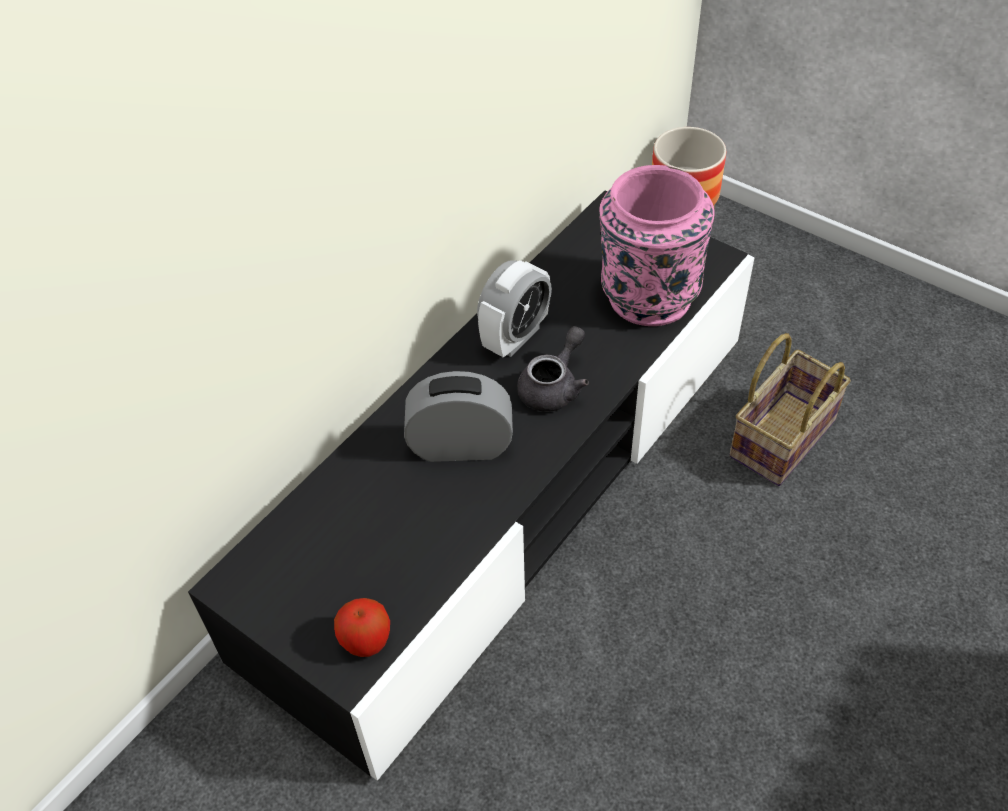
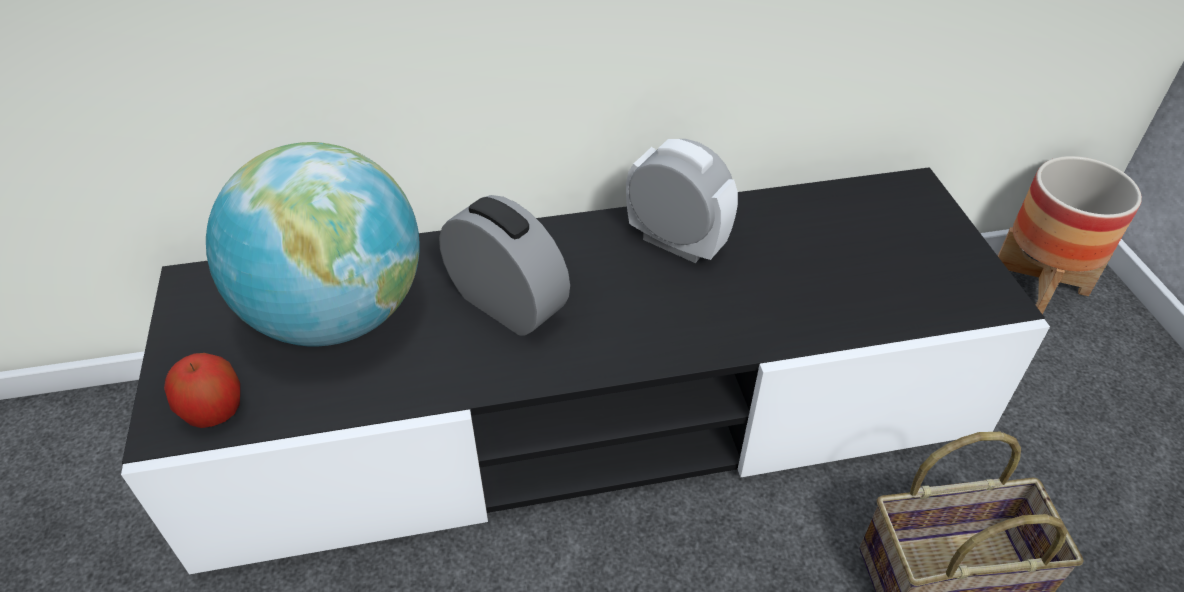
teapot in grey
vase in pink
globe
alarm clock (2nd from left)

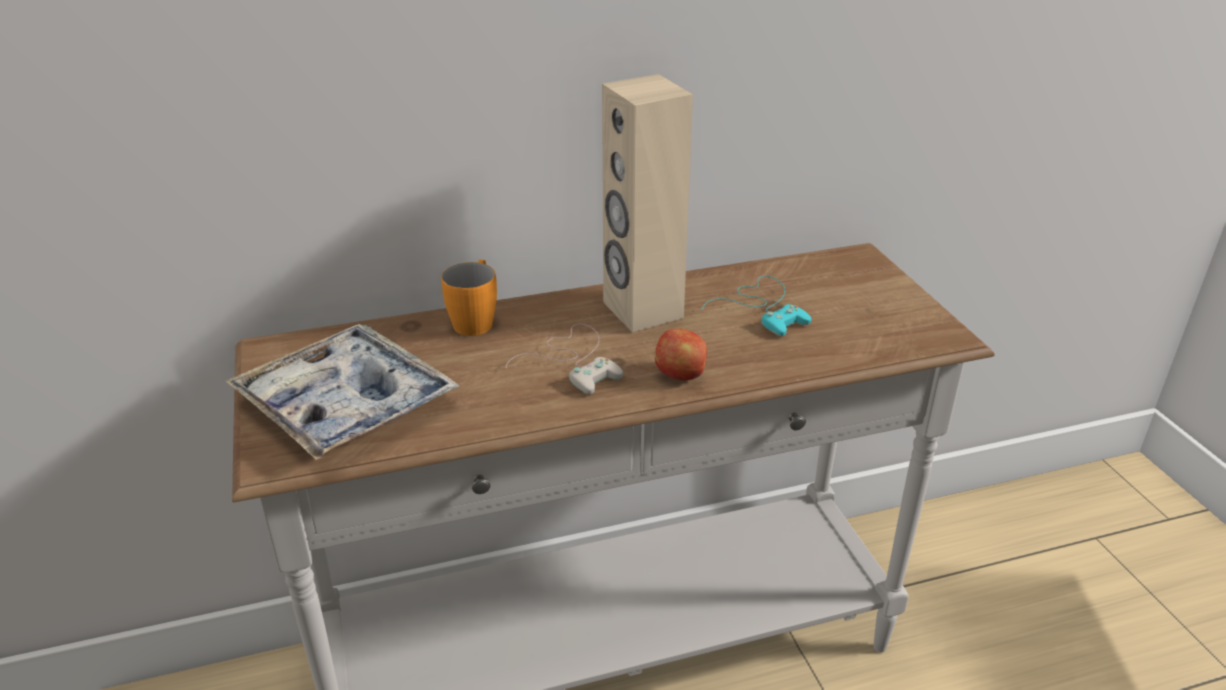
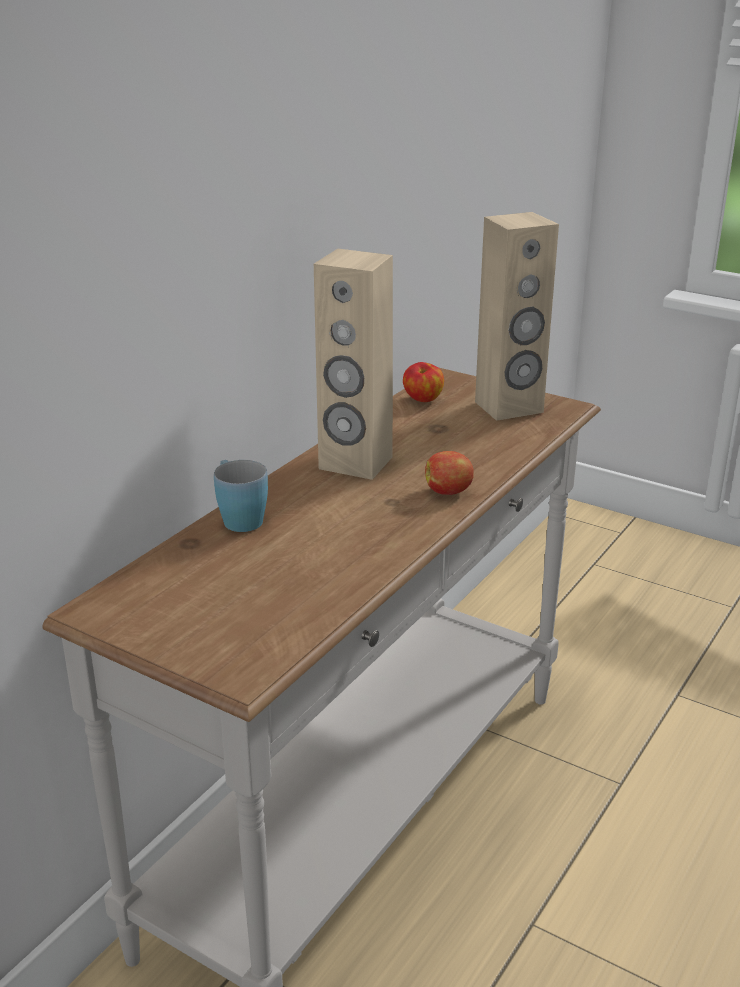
tray
game controller in white
game controller in turquoise
apple (1st from left)
speaker in beige (2nd from left)
mug in blue

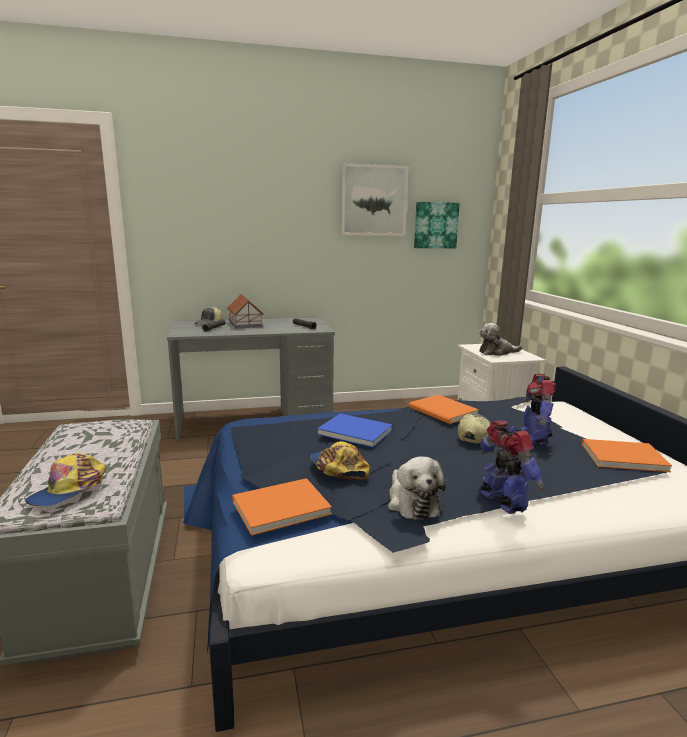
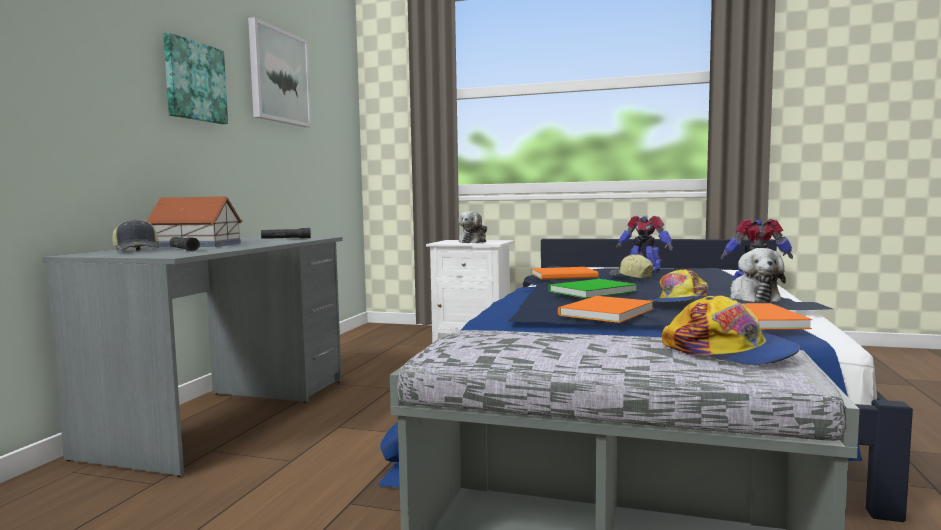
picture (1st from left)
book in orange (2nd from left)
book in green
cap (3rd from left)
plush toy (2nd from left)

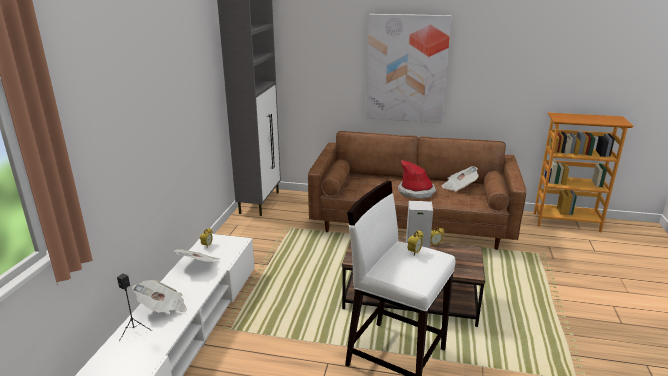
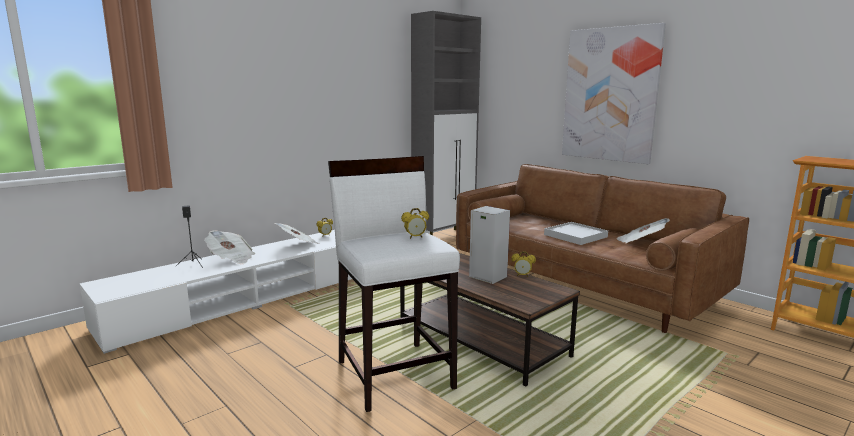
tray in white

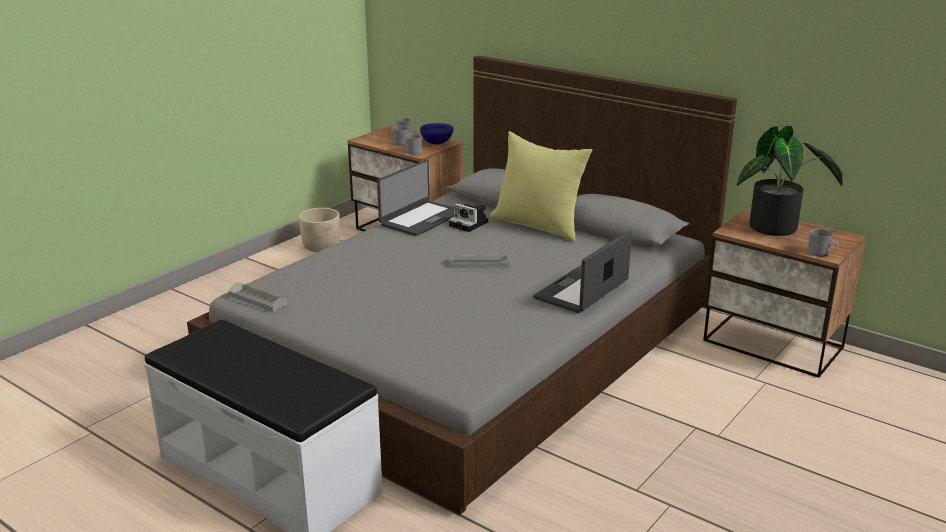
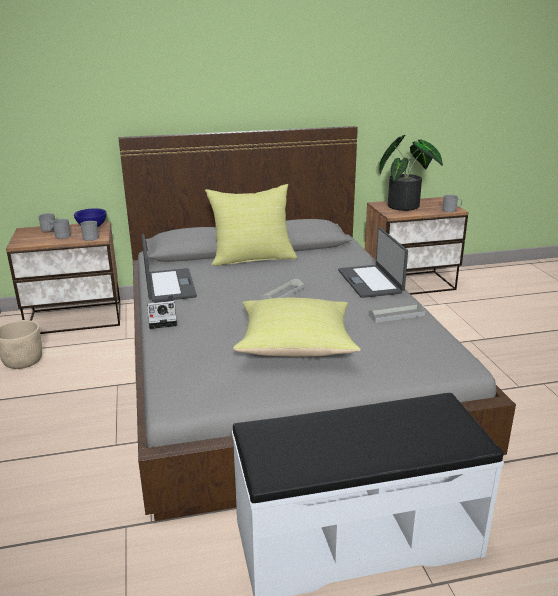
pillow in yellow (2nd from left)
tray in grey (2nd from left)
photo camera

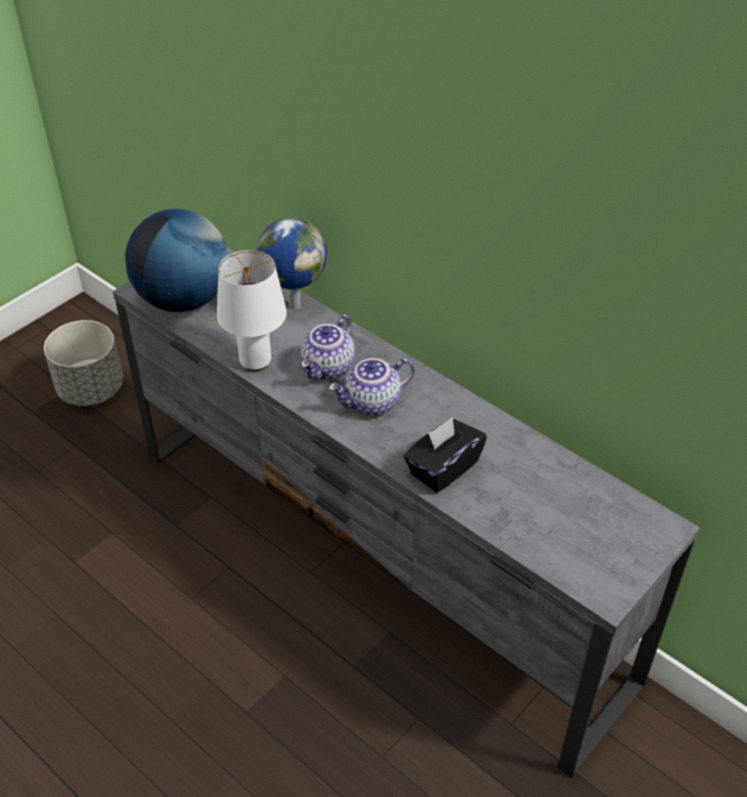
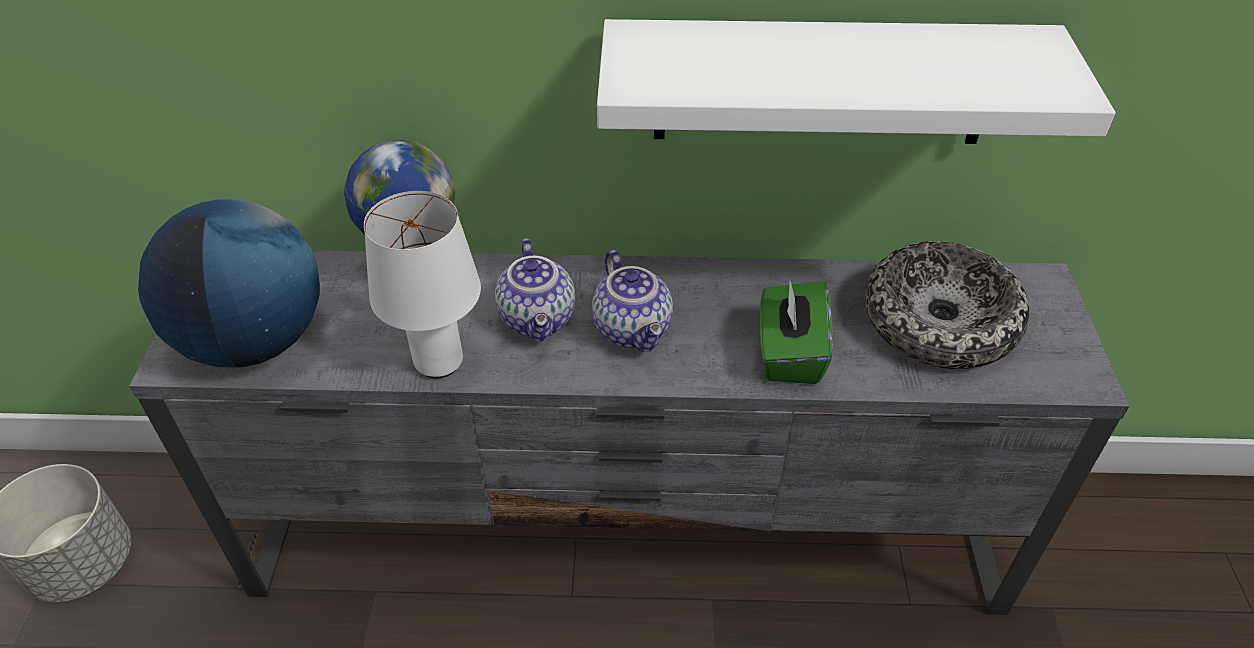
shelf in white
bowl
tissue box in green
teapot (2nd from left)

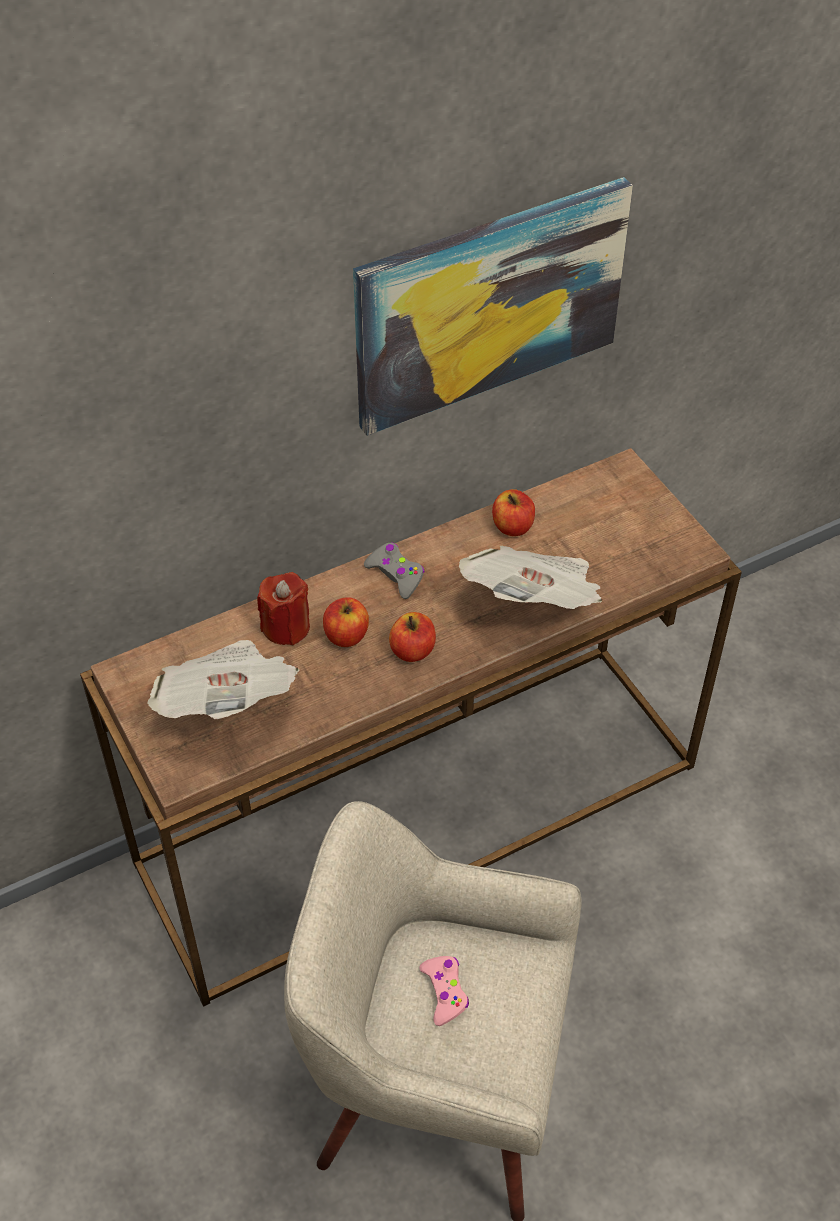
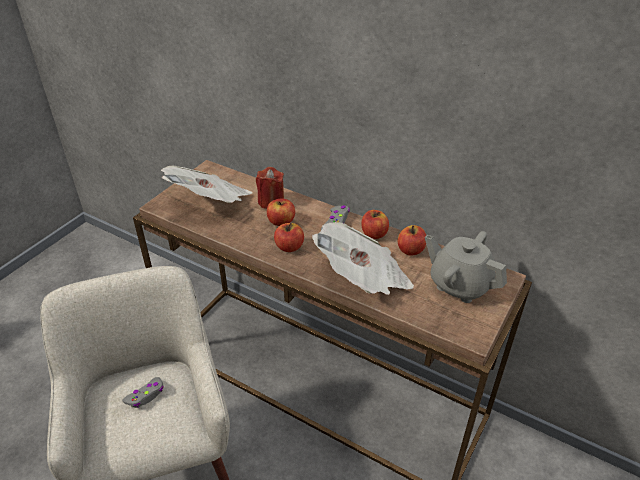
picture
apple (3rd from left)
teapot in grey
game controller in grey (1st from left)

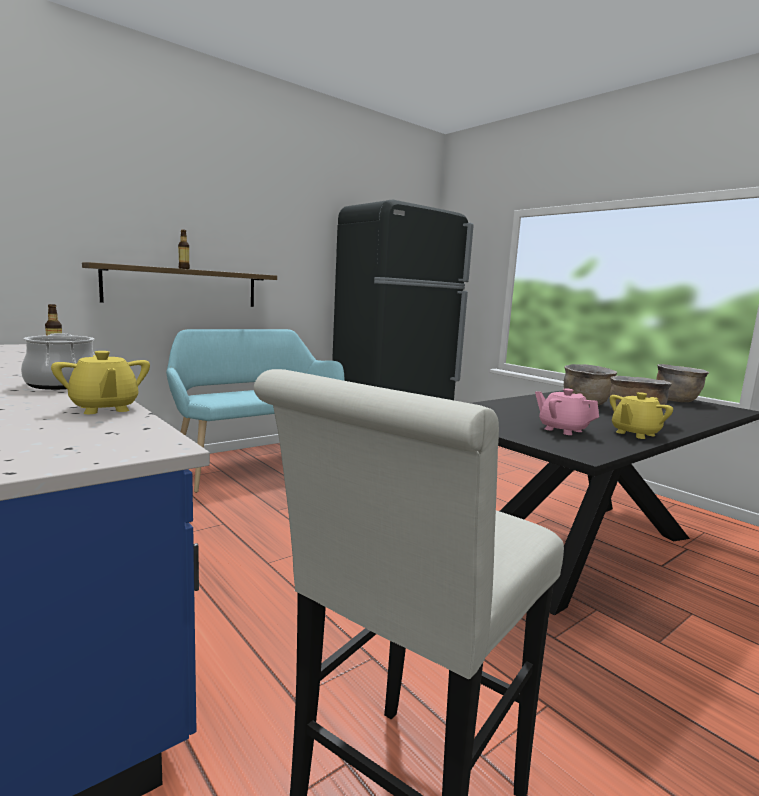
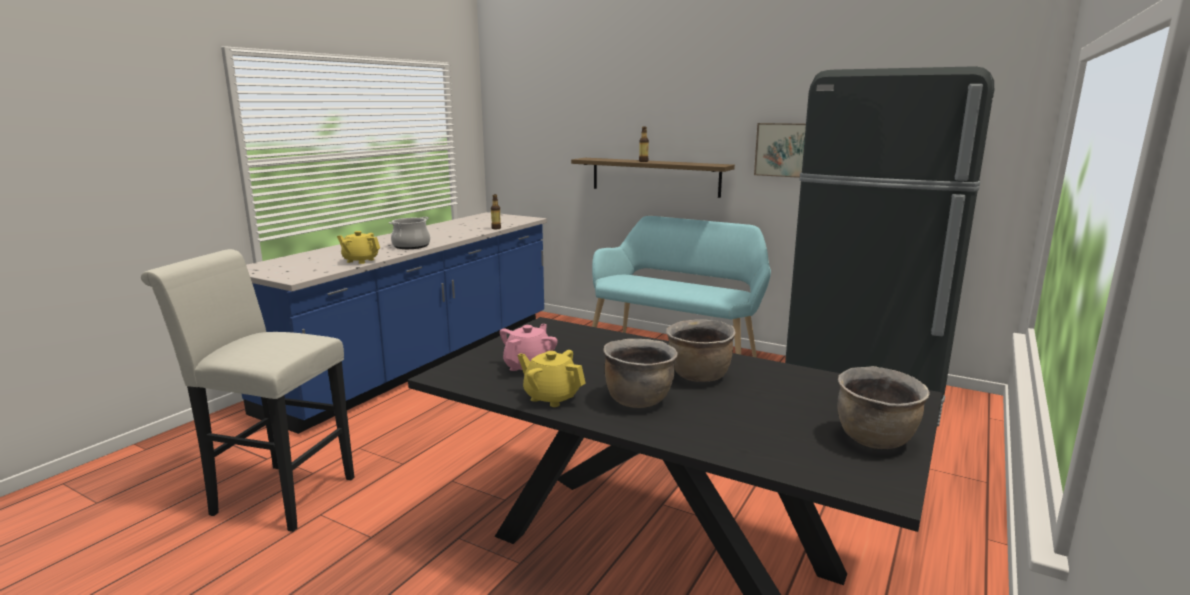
picture
teapot in yellow (1st from left)

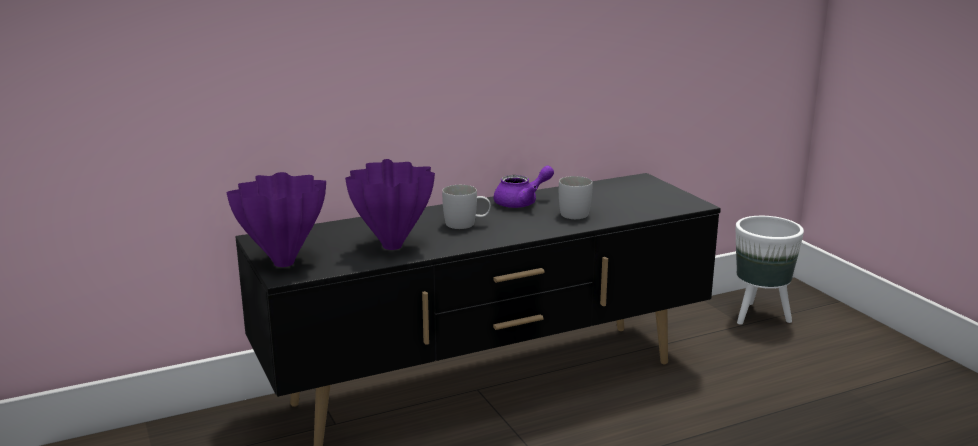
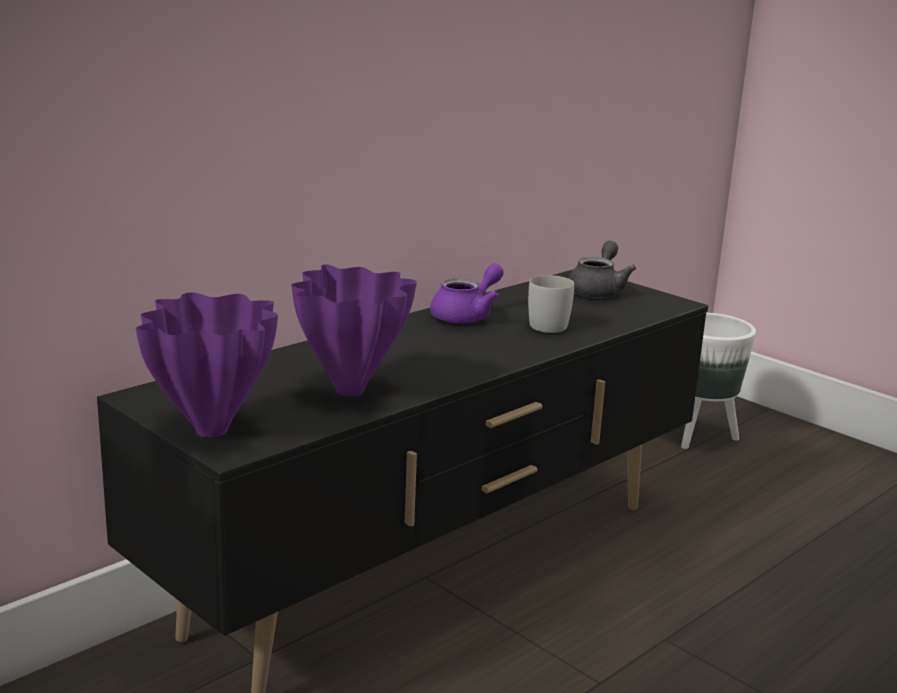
mug in white (1st from left in the first image)
teapot in grey

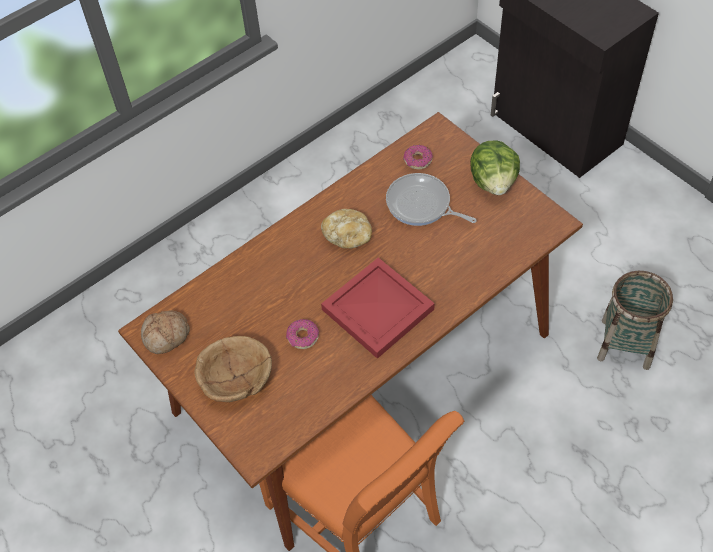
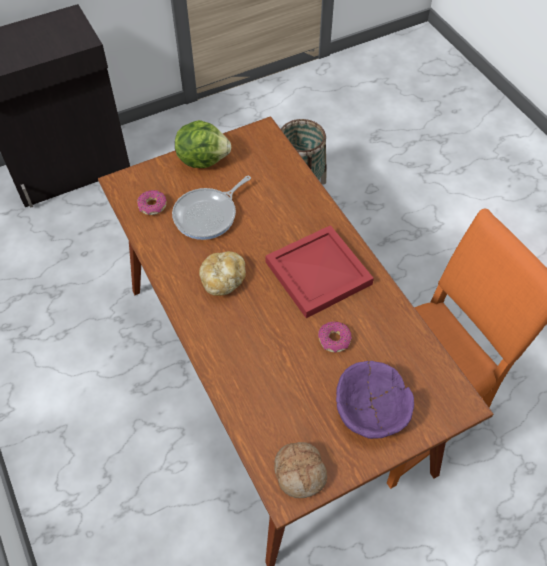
bowl in purple

